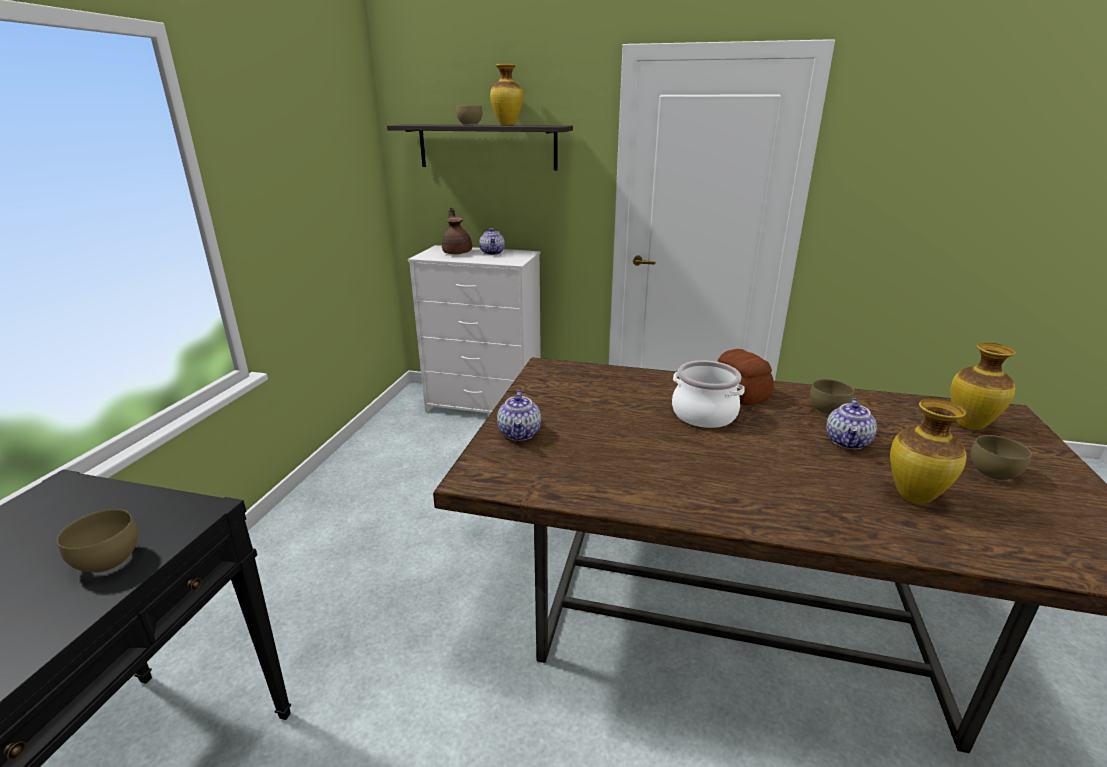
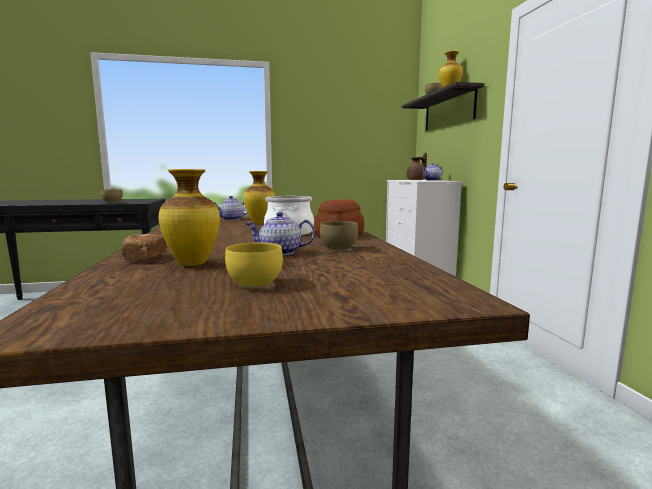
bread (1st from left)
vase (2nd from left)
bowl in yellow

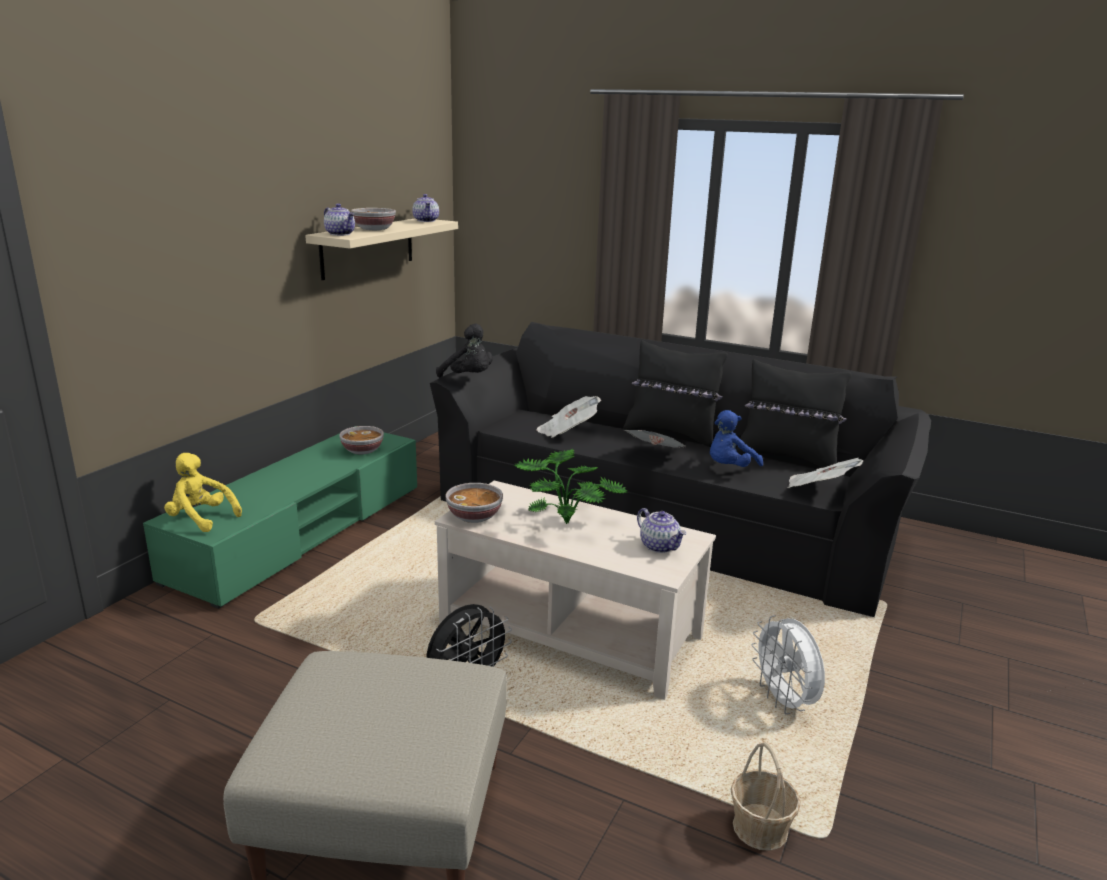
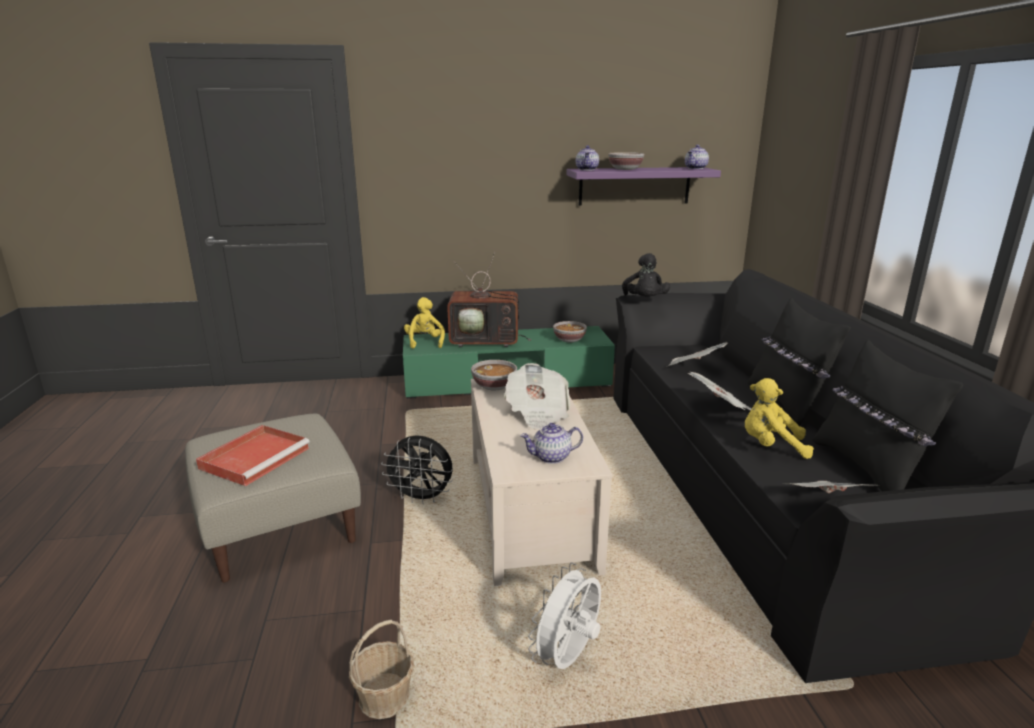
tray in red
television
newspaper (1st from left)
shelf in purple
plush toy in yellow (2nd from left)
teapot (1st from left)

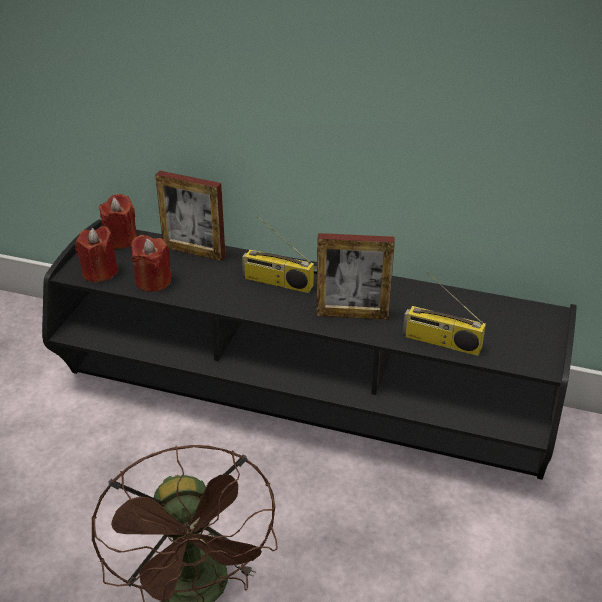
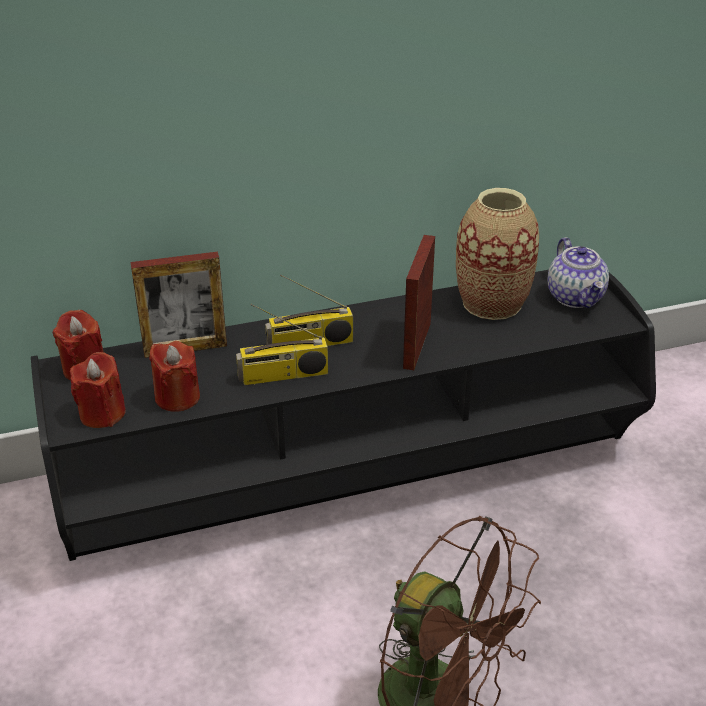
vase
teapot
radio (1st from left)
picture frame (2nd from left)

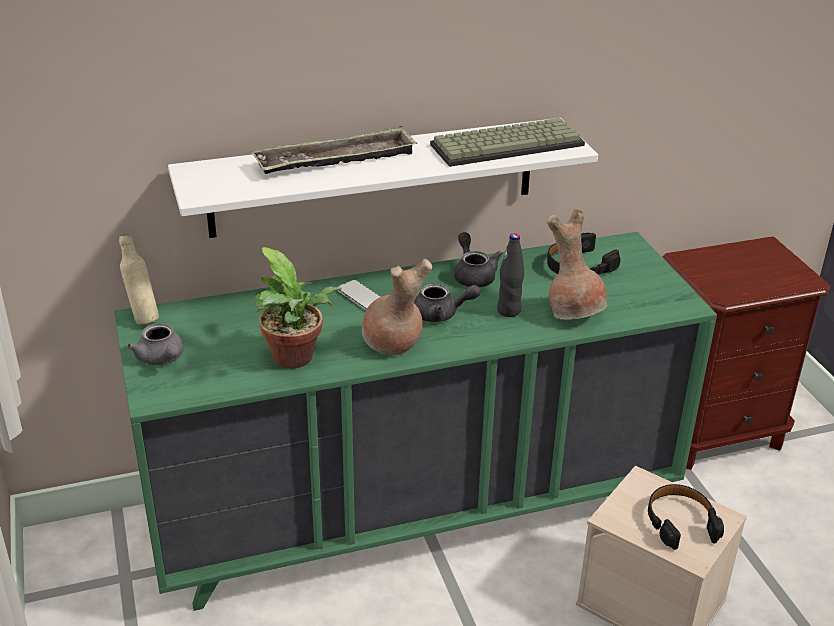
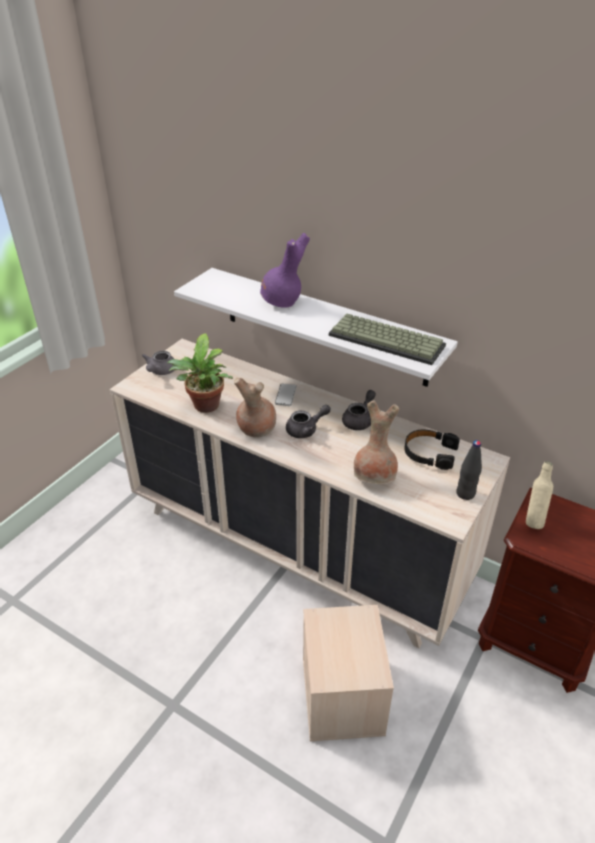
headphones in black (2nd from left in the first image)
bottle in beige
bottle in black
vase in purple
dresser in beige
teapot in grey (2nd from left)

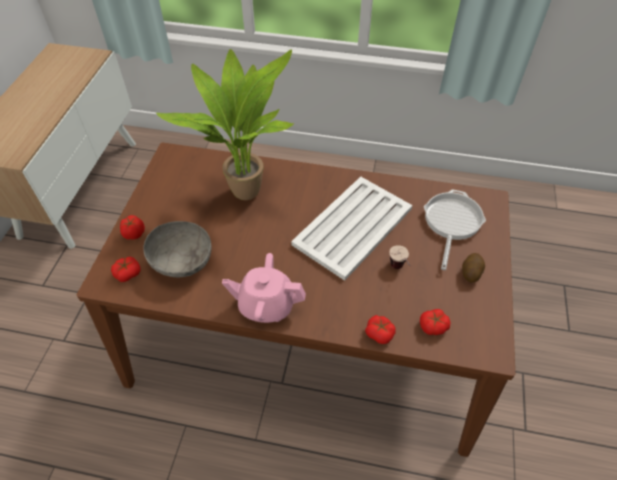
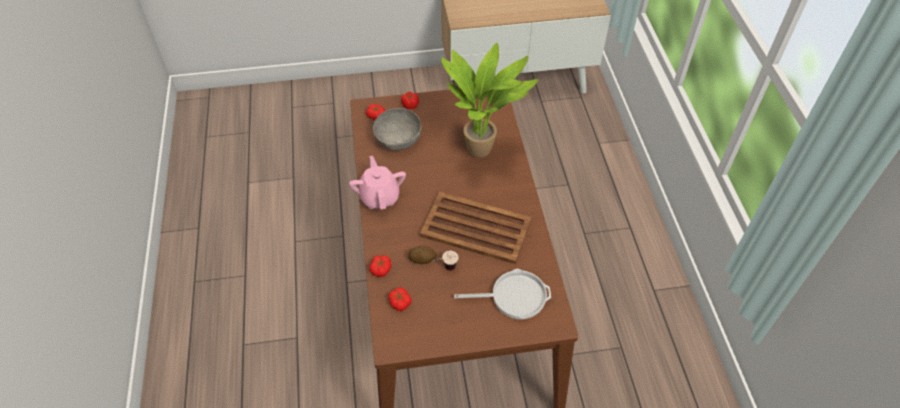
potato
tray in brown

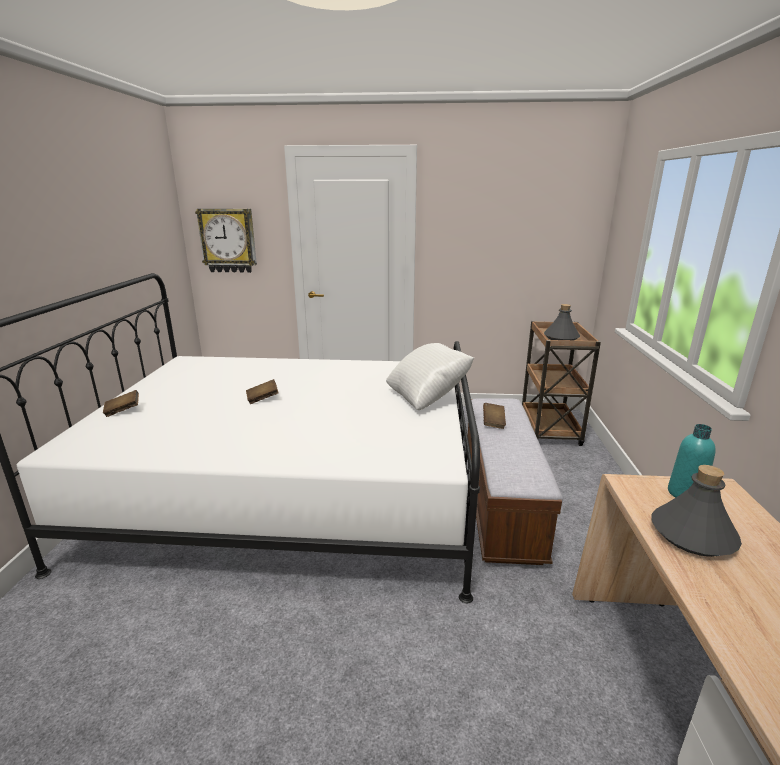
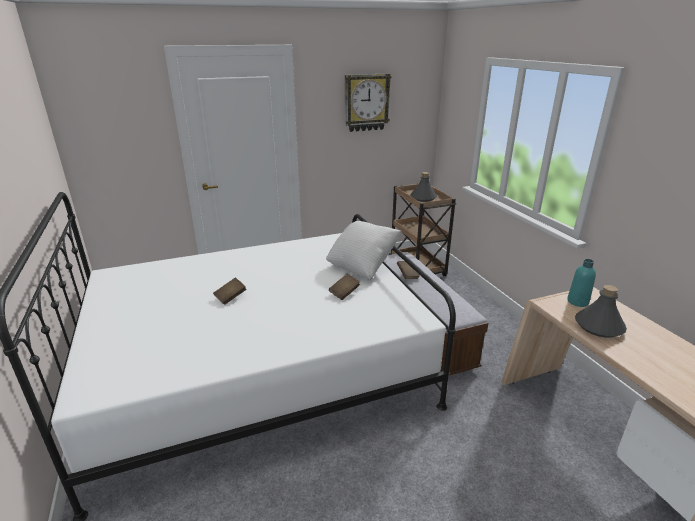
book in brown (2nd from left)
wall clock

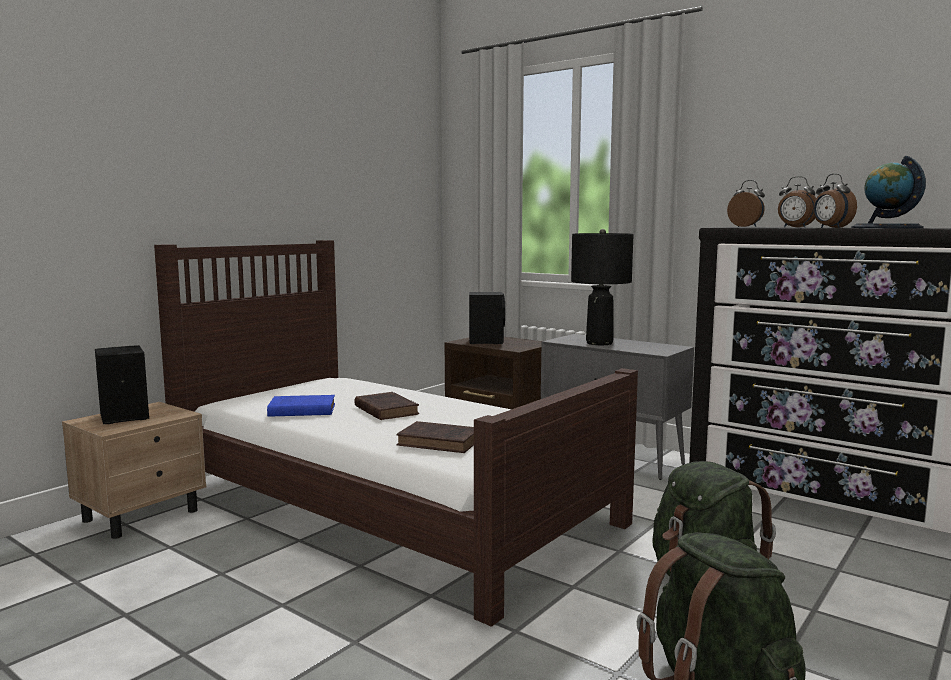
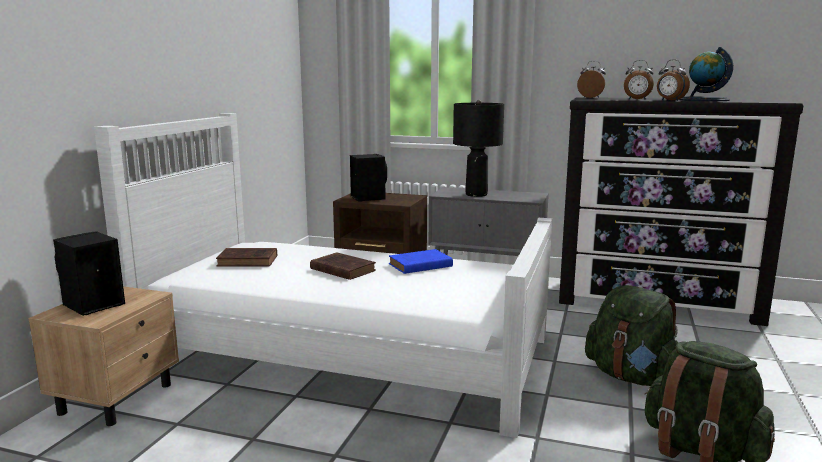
book in blue
book in brown (1st from left)
bed in white

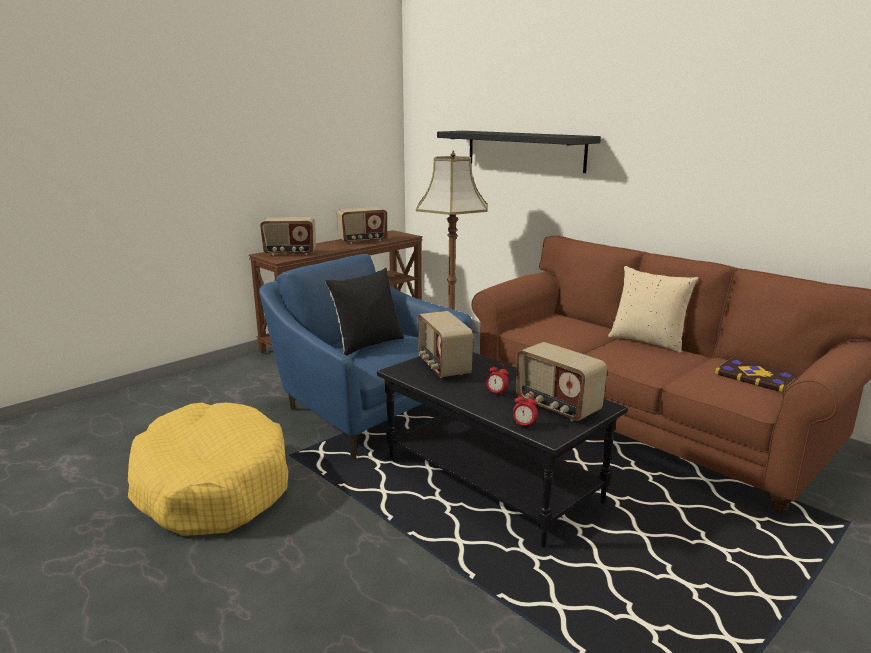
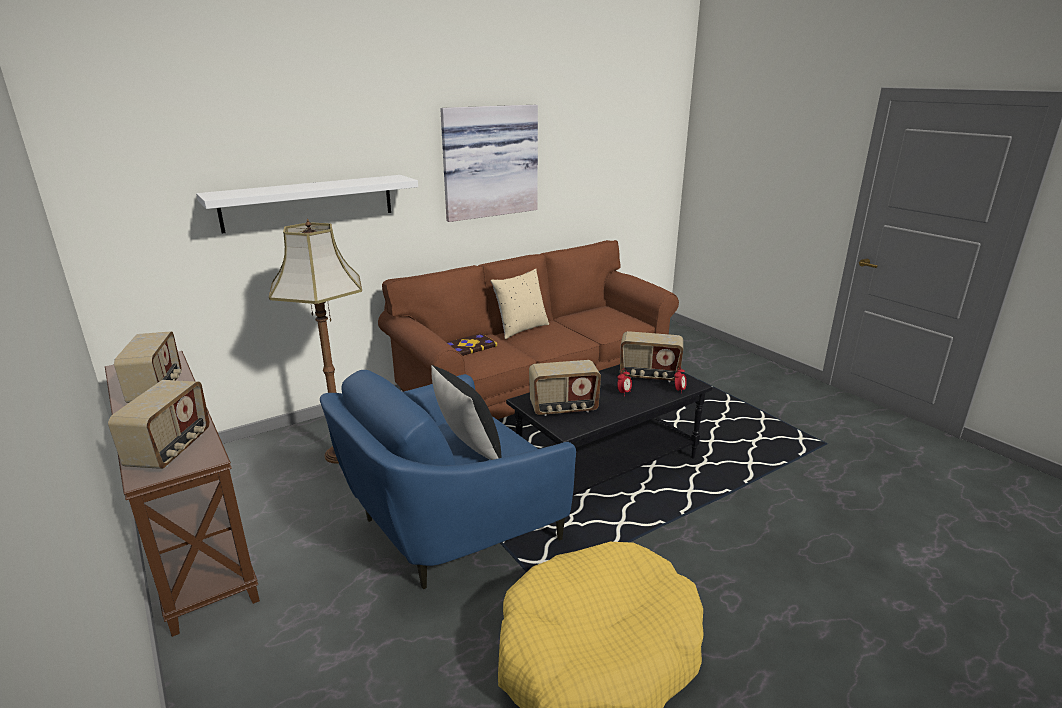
picture
book
shelf in white
radio (4th from left)

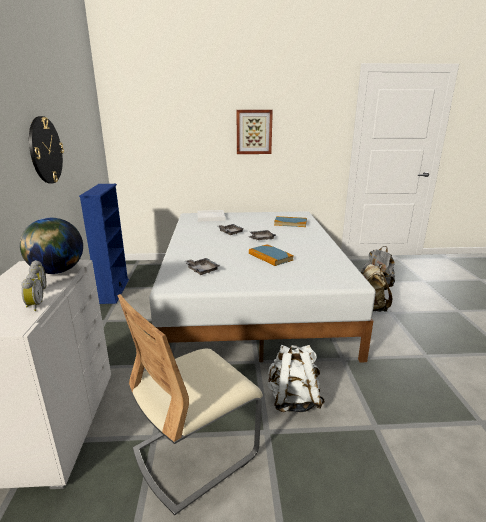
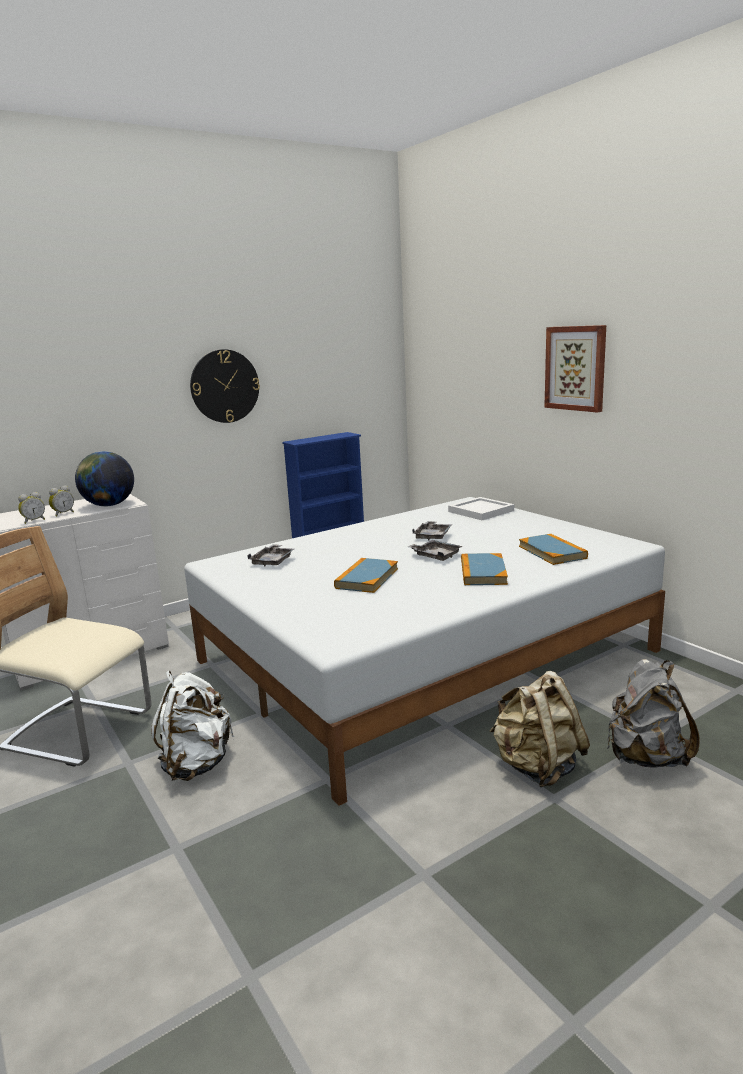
book (2nd from left)

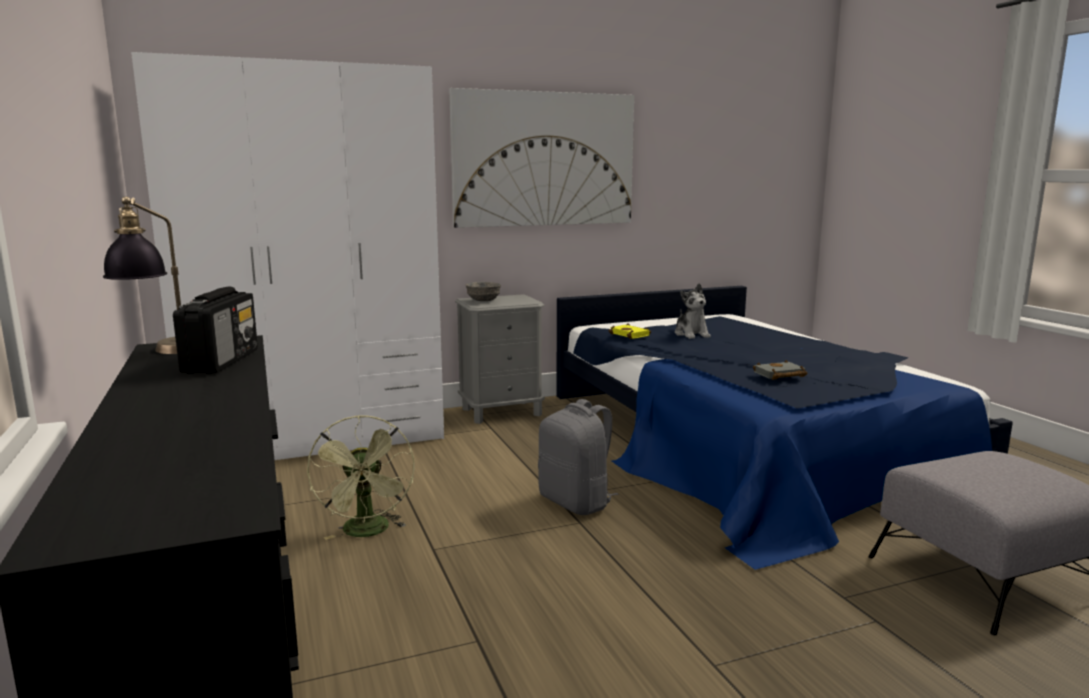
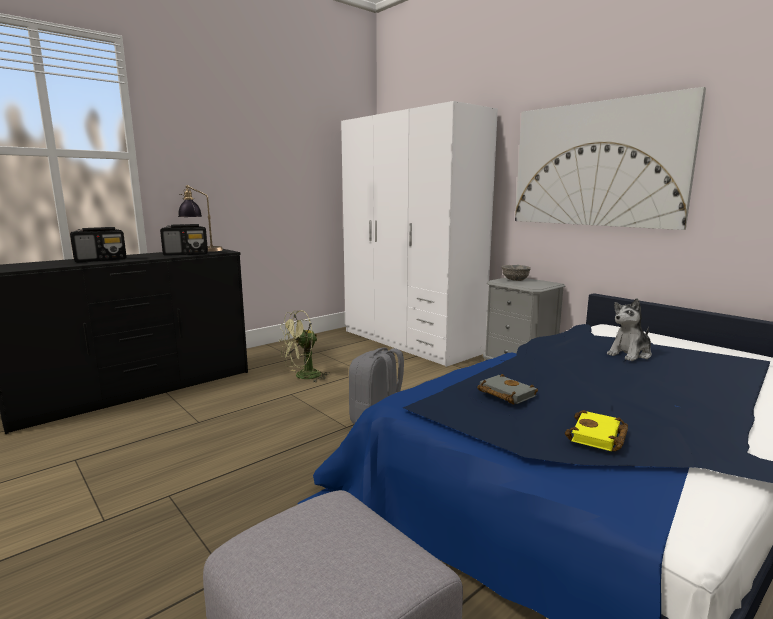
radio (1st from left)
book in yellow

